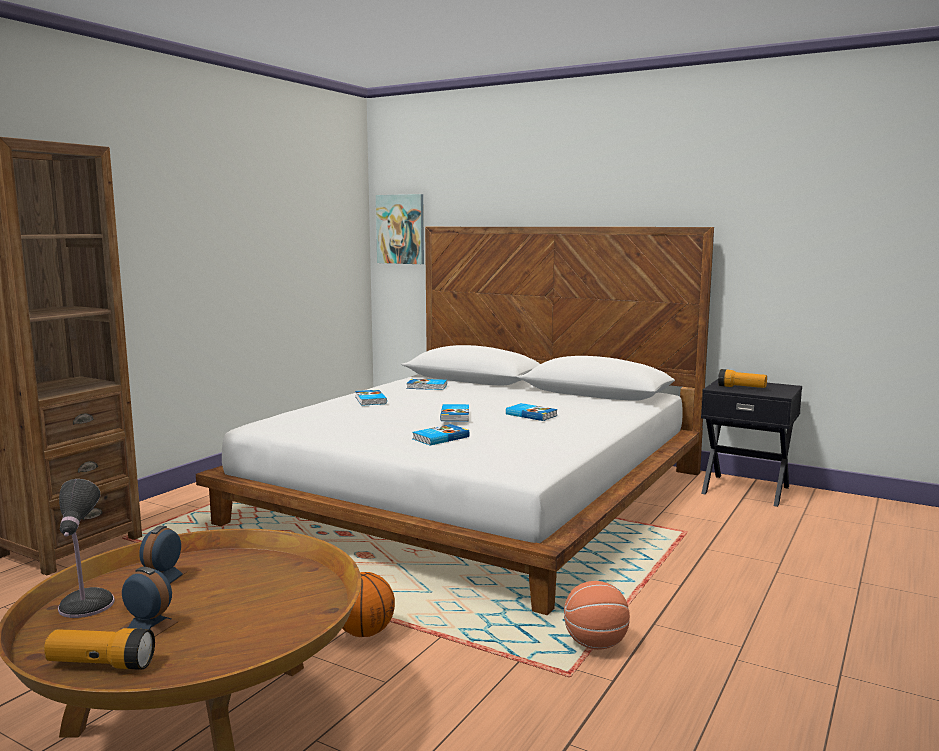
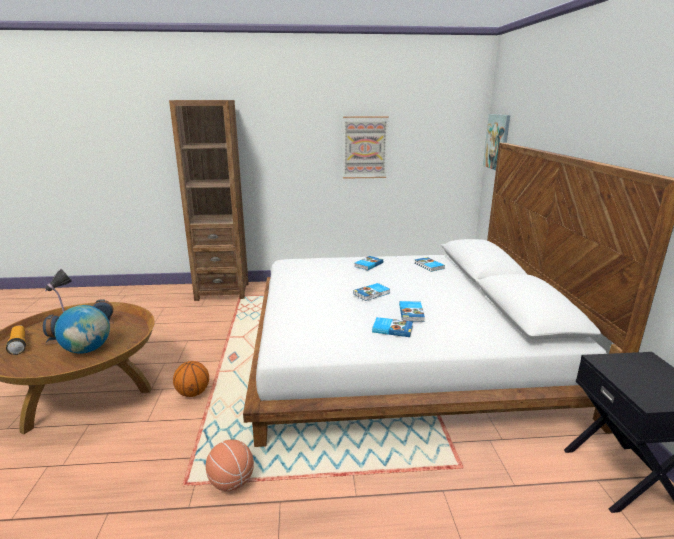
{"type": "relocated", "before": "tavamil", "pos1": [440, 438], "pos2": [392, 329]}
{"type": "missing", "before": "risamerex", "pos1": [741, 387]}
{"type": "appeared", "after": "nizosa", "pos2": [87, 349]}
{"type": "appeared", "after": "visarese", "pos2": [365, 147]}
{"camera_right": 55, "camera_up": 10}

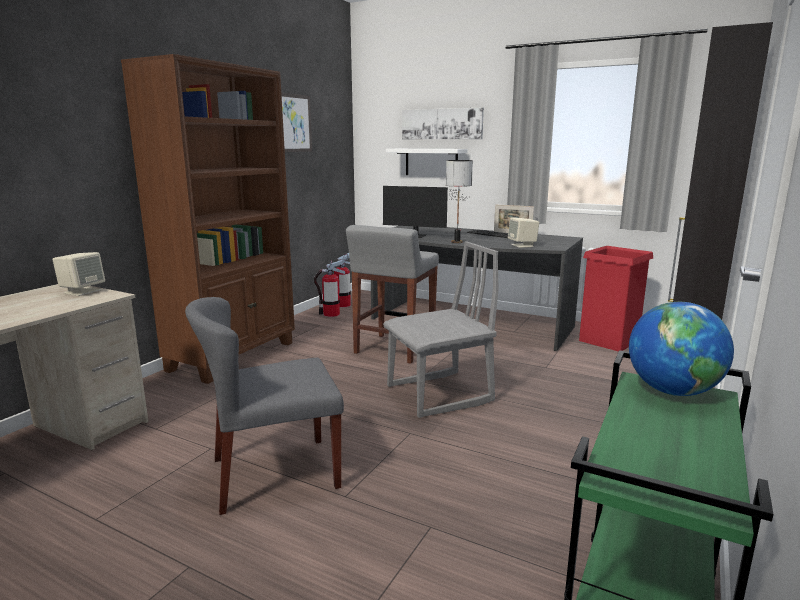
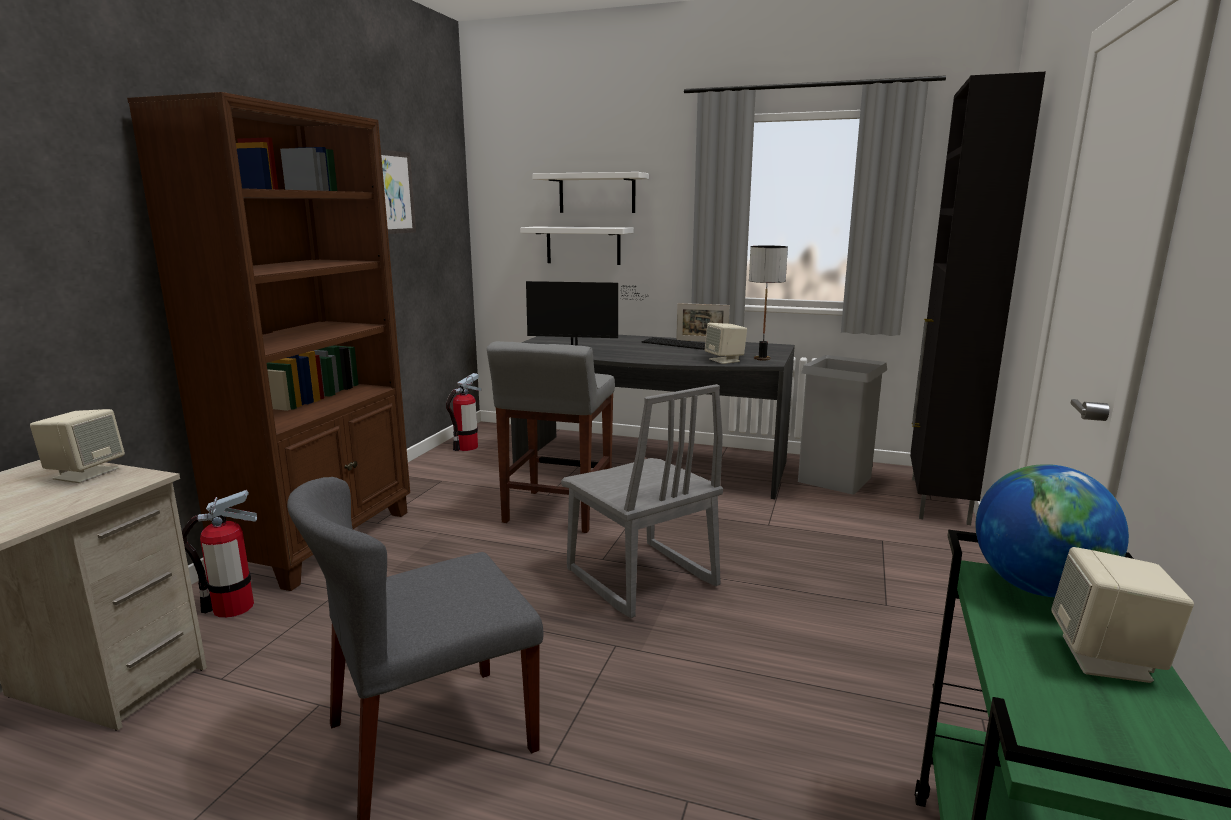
{"type": "relocated", "before": "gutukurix", "pos1": [331, 314], "pos2": [233, 607]}
{"type": "spun", "before": "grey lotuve", "pos1": [439, 394], "pos2": [640, 579], "turn": 90}
{"type": "exchanged", "before": "visarese", "after": "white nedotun", "pos1": [442, 124], "pos2": [597, 193]}
{"type": "relocated", "before": "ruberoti", "pos1": [457, 242], "pos2": [762, 359]}
{"type": "colour", "before": "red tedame", "after": "grey tedame", "pos1": [609, 340], "pos2": [835, 479]}
{"type": "appeared", "after": "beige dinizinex", "pos2": [1107, 659]}
{"camera_right": -10, "camera_up": 0}

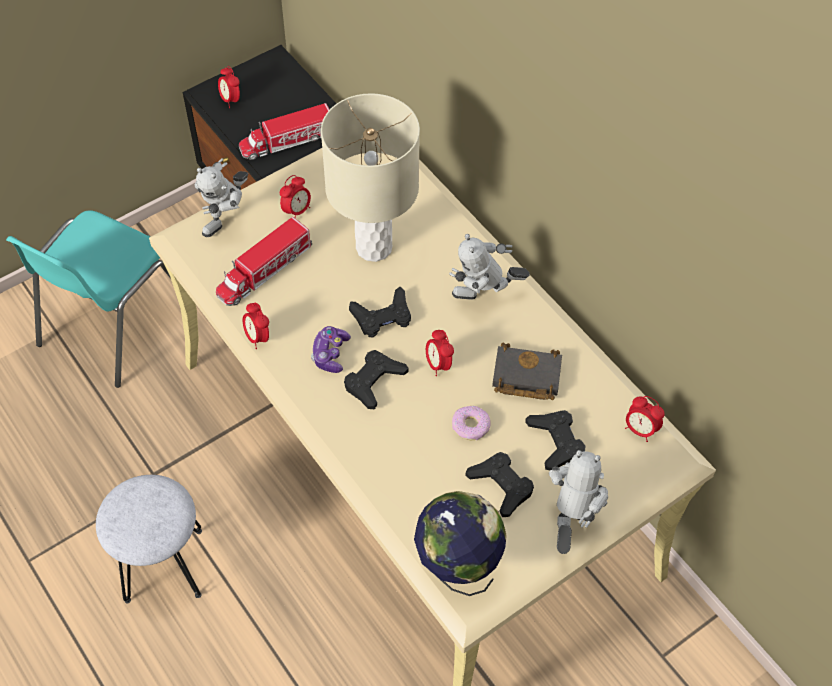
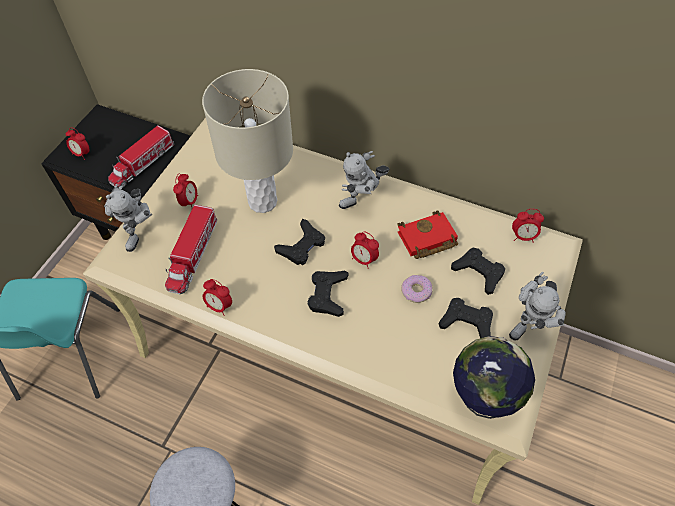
{"type": "missing", "before": "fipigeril", "pos1": [330, 354]}
{"type": "colour", "before": "black tavamil", "after": "red tavamil", "pos1": [524, 377], "pos2": [426, 239]}
{"type": "spun", "before": "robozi", "pos1": [570, 524], "pos2": [529, 324], "turn": -135}
{"camera_right": -30, "camera_up": 0}

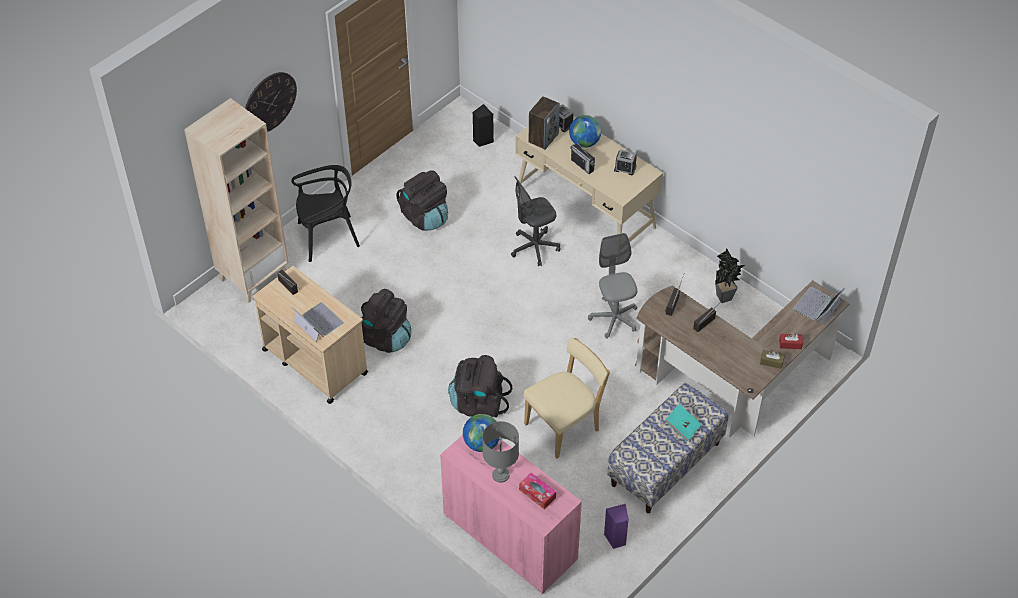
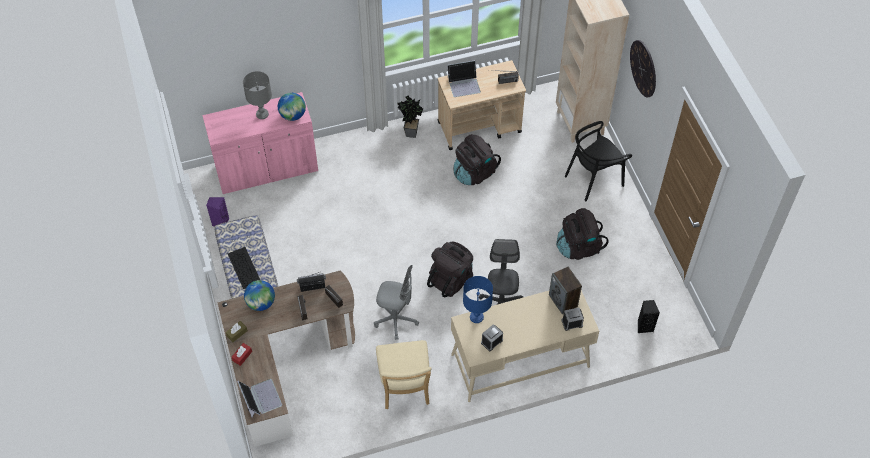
{"type": "spun", "before": "black lotuve", "pos1": [328, 237], "pos2": [593, 179], "turn": 45}
{"type": "relocated", "before": "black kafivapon", "pos1": [478, 403], "pos2": [451, 279]}
{"type": "missing", "before": "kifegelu", "pos1": [537, 493]}
{"type": "relocated", "before": "beige lotuve", "pos1": [565, 426], "pos2": [404, 388]}
{"type": "relocated", "before": "nizosa", "pos1": [584, 142], "pos2": [261, 303]}
{"type": "relocated", "before": "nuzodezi", "pos1": [582, 165], "pos2": [312, 287]}
{"type": "exchanged", "before": "turquoise tavamil", "after": "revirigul", "pos1": [682, 427], "pos2": [243, 267]}
{"type": "relocated", "before": "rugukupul", "pos1": [724, 299], "pos2": [409, 132]}
{"type": "appeared", "after": "blue ruberoti", "pos2": [476, 317]}
{"camera_right": 120, "camera_up": 5}

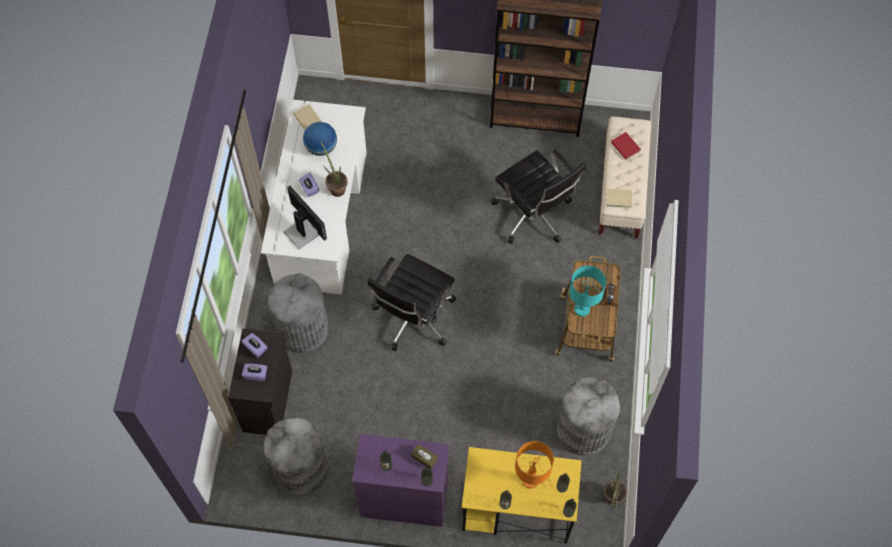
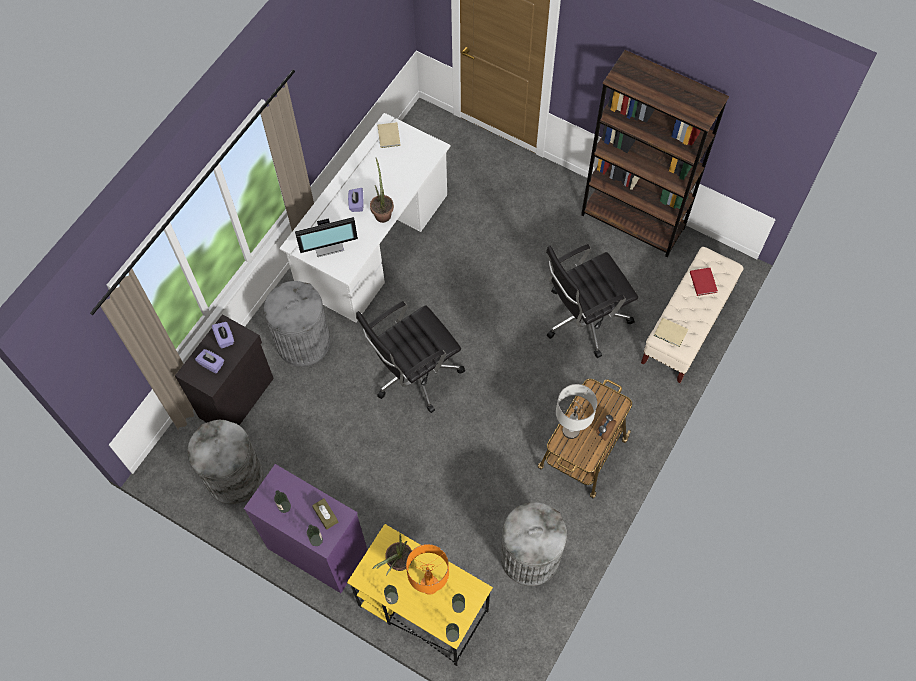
{"type": "spun", "before": "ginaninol", "pos1": [302, 232], "pos2": [328, 244], "turn": 90}
{"type": "missing", "before": "nizosa", "pos1": [321, 147]}
{"type": "spun", "before": "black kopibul", "pos1": [533, 215], "pos2": [583, 318], "turn": 75}
{"type": "colour", "before": "turquoise ruberoti", "after": "grey ruberoti", "pos1": [581, 309], "pos2": [570, 430]}
{"type": "relocated", "before": "rugukupul", "pos1": [612, 500], "pos2": [397, 565]}
{"camera_right": 25, "camera_up": 0}

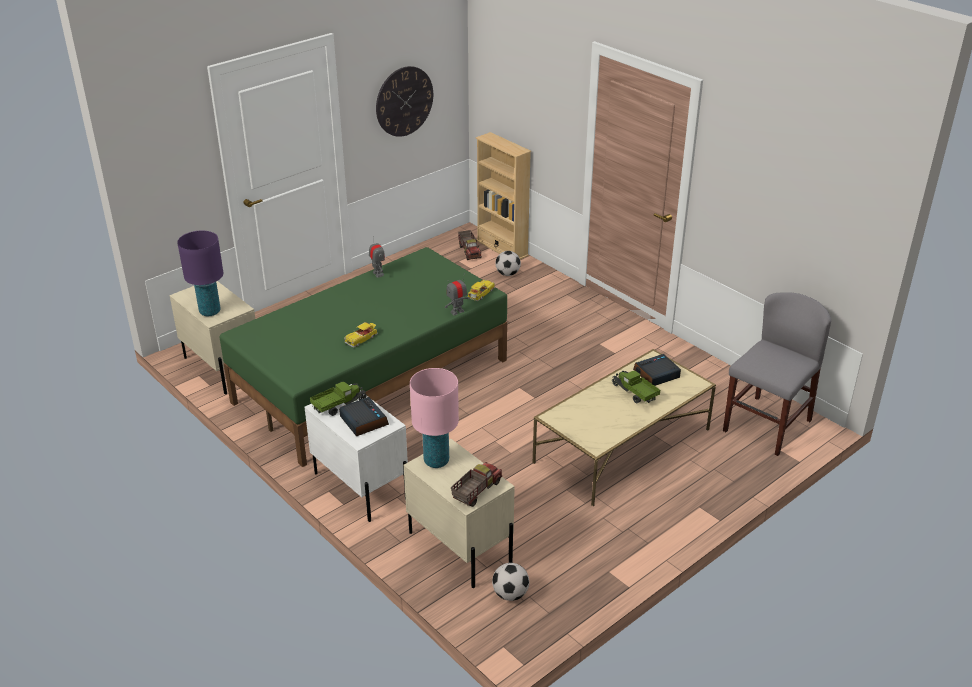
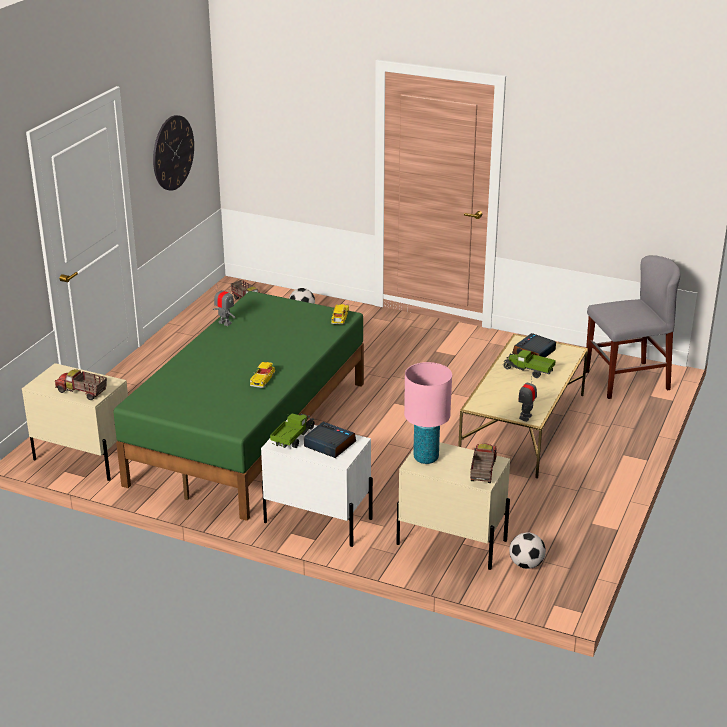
{"type": "exchanged", "before": "purple ruberoti", "after": "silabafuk", "pos1": [210, 311], "pos2": [82, 392]}
{"type": "relocated", "before": "robozi", "pos1": [457, 312], "pos2": [526, 417]}
{"type": "missing", "before": "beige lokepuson", "pos1": [502, 248]}
{"type": "spun", "before": "grey lotuve", "pos1": [767, 425], "pos2": [626, 380], "turn": 60}
{"camera_right": -25, "camera_up": -5}

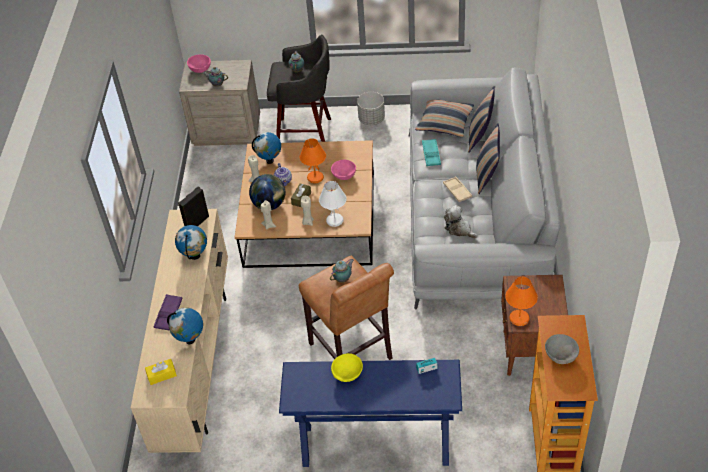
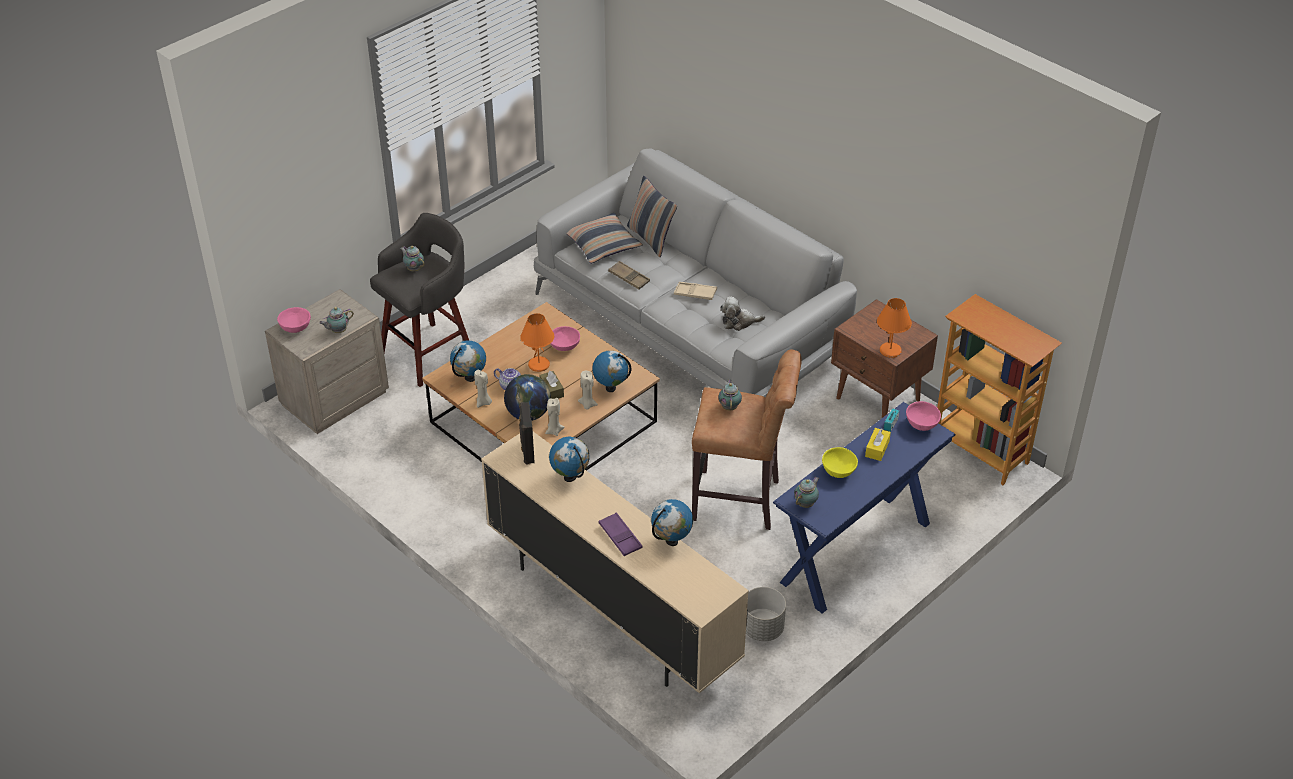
{"type": "relocated", "before": "yellow kifegelu", "pos1": [162, 375], "pos2": [877, 449]}
{"type": "exchanged", "before": "white ruberoti", "after": "nizosa", "pos1": [334, 220], "pos2": [610, 388]}
{"type": "relocated", "before": "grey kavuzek", "pos1": [371, 119], "pos2": [762, 628]}
{"type": "colour", "before": "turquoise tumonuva", "after": "brown tumonuva", "pos1": [431, 154], "pos2": [629, 278]}
{"type": "missing", "before": "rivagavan", "pos1": [487, 176]}
{"type": "missing", "before": "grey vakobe", "pos1": [561, 356]}
{"type": "appeared", "after": "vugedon", "pos2": [806, 503]}
{"type": "appeared", "after": "pink vakobe", "pos2": [922, 424]}
{"camera_right": -50, "camera_up": -5}

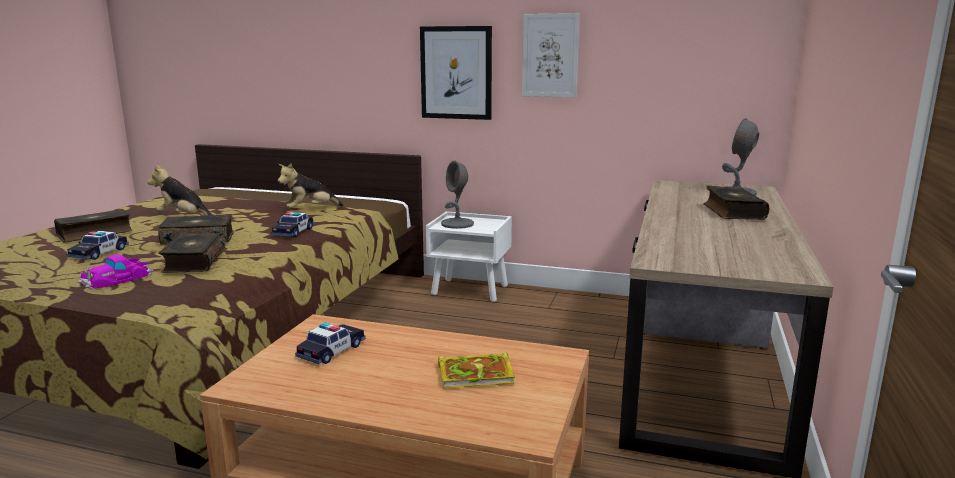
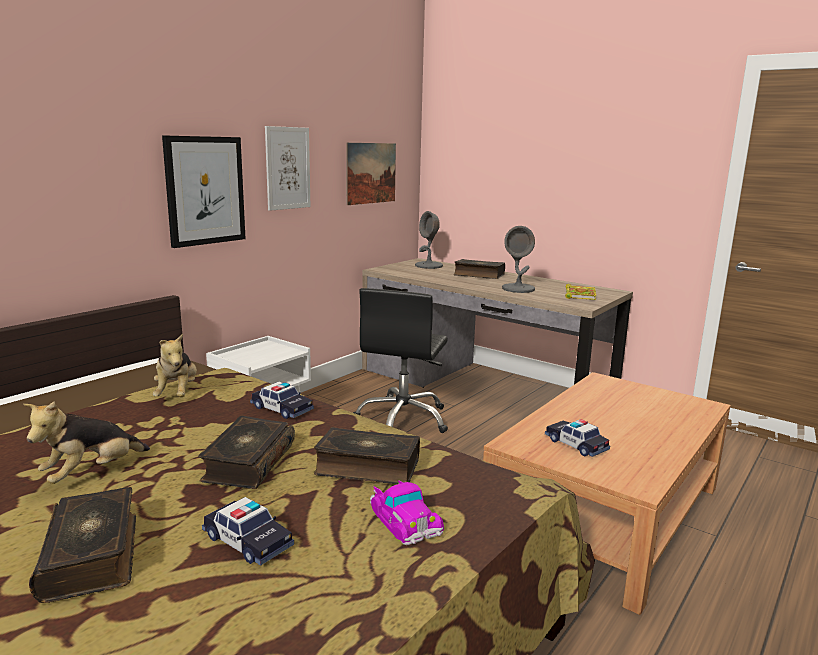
{"type": "relocated", "before": "tavamil", "pos1": [477, 374], "pos2": [579, 295]}
{"type": "relocated", "before": "grey ruberoti", "pos1": [457, 224], "pos2": [518, 289]}
{"type": "appeared", "after": "visarese", "pos2": [371, 173]}
{"type": "appeared", "after": "black kopibul", "pos2": [403, 419]}
{"camera_right": -70, "camera_up": 0}

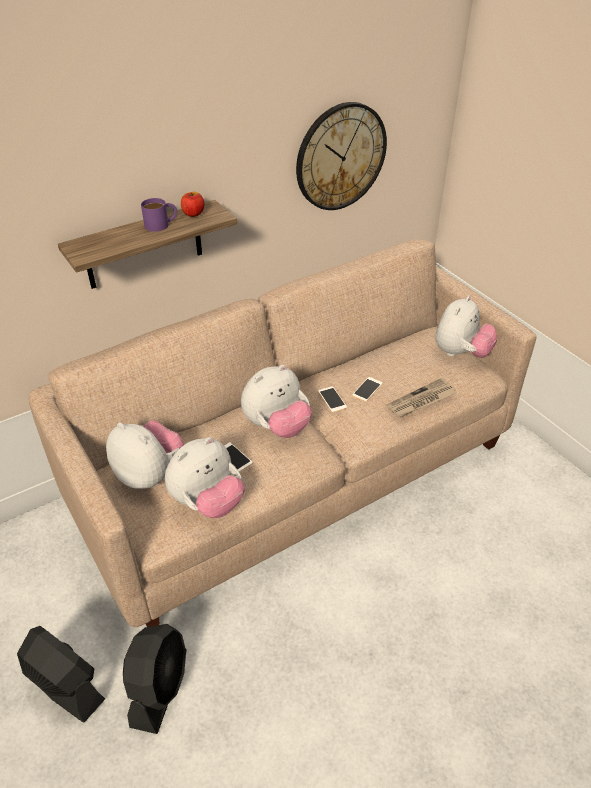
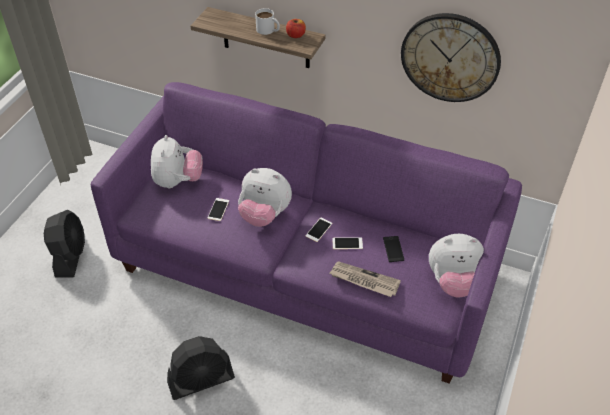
{"type": "colour", "before": "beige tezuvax", "after": "purple tezuvax", "pos1": [295, 472], "pos2": [306, 269]}
{"type": "relocated", "before": "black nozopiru", "pos1": [159, 687], "pos2": [201, 380]}
{"type": "colour", "before": "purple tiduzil", "after": "white tiduzil", "pos1": [161, 224], "pos2": [268, 30]}
{"type": "missing", "before": "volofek", "pos1": [208, 502]}
{"type": "appeared", "after": "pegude", "pos2": [393, 249]}
{"camera_right": 55, "camera_up": 5}

